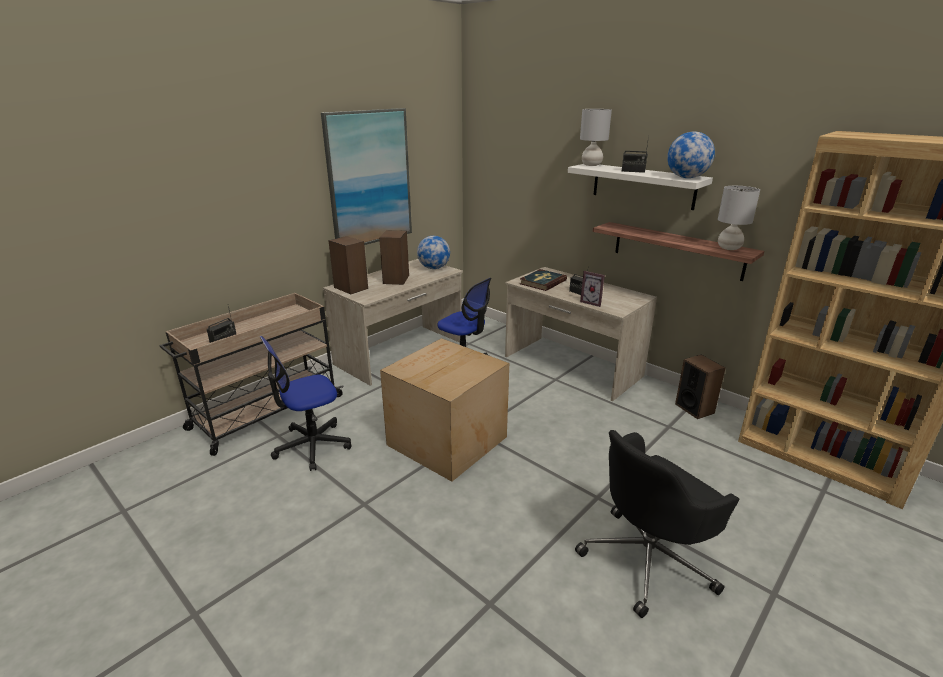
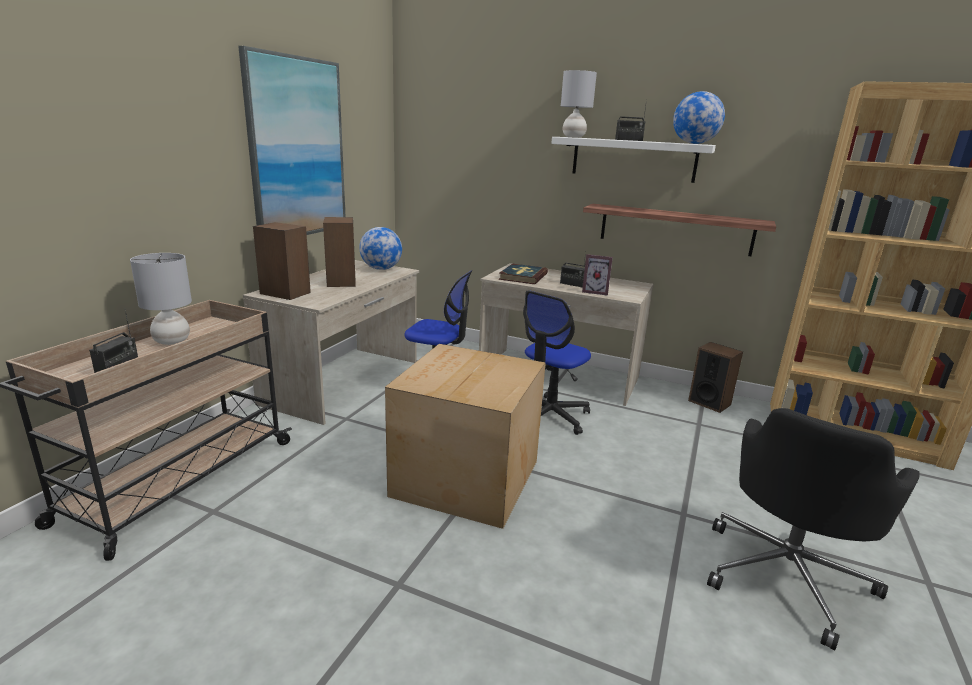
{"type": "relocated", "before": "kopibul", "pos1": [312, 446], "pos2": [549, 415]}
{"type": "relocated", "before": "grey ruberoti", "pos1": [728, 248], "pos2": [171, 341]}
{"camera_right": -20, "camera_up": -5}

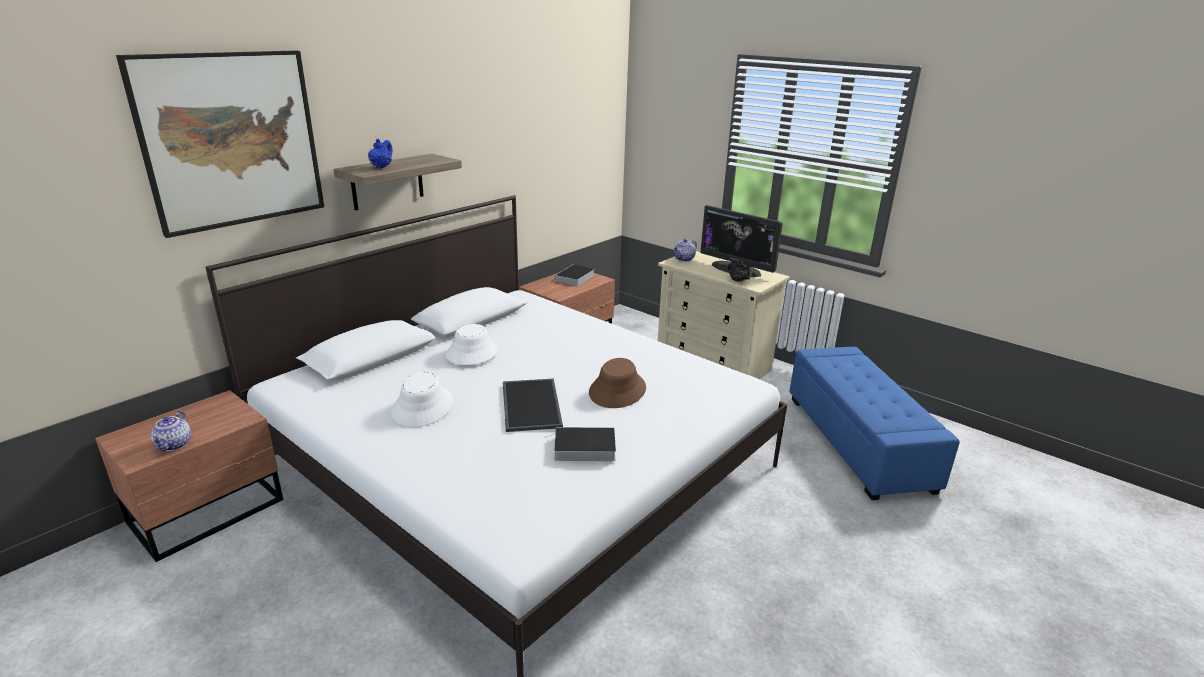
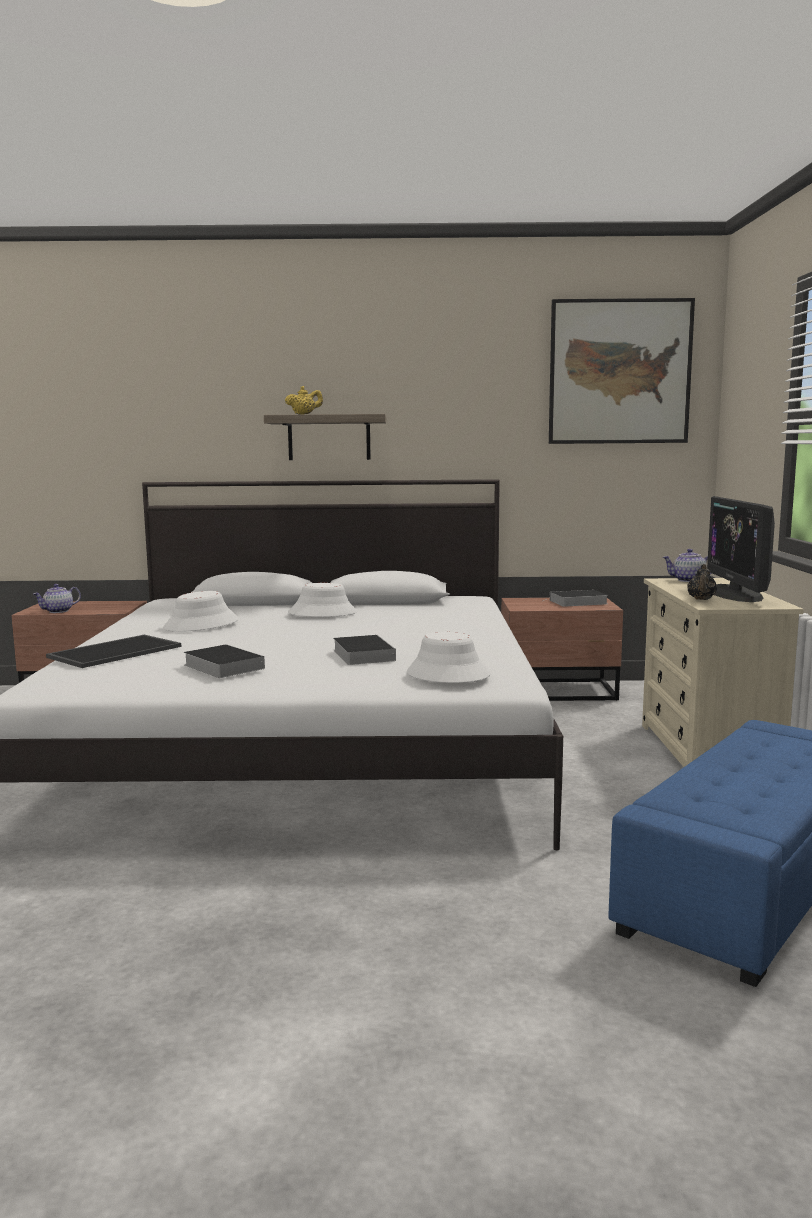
{"type": "relocated", "before": "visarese", "pos1": [232, 140], "pos2": [619, 372]}
{"type": "colour", "before": "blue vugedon", "after": "yellow vugedon", "pos1": [381, 167], "pos2": [304, 414]}
{"type": "relocated", "before": "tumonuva", "pos1": [529, 404], "pos2": [115, 651]}
{"type": "exchanged", "before": "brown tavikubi", "after": "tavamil", "pos1": [617, 390], "pos2": [362, 654]}
{"type": "appeared", "after": "white tavikubi", "pos2": [447, 674]}
{"camera_right": 50, "camera_up": -15}

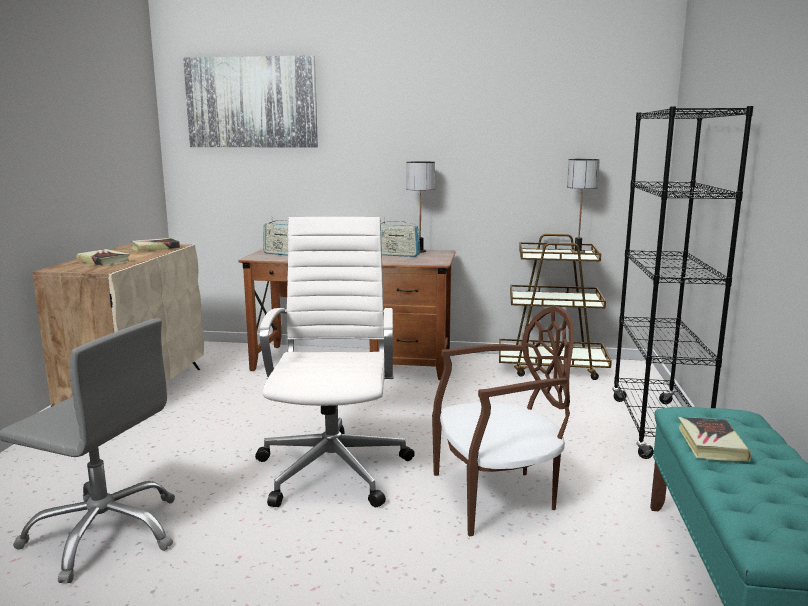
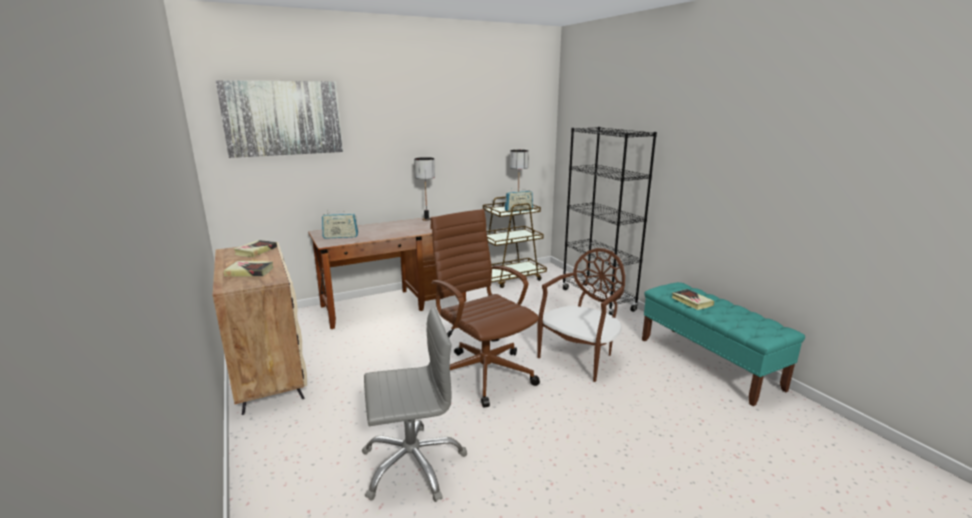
{"type": "colour", "before": "white kopibul", "after": "brown kopibul", "pos1": [334, 467], "pos2": [483, 373]}
{"type": "relocated", "before": "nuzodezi", "pos1": [397, 255], "pos2": [518, 210]}
{"camera_right": -35, "camera_up": 5}

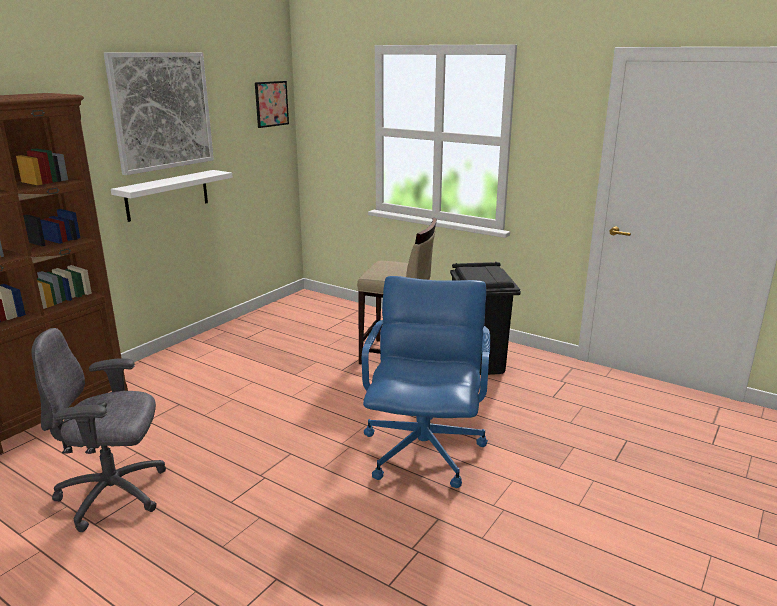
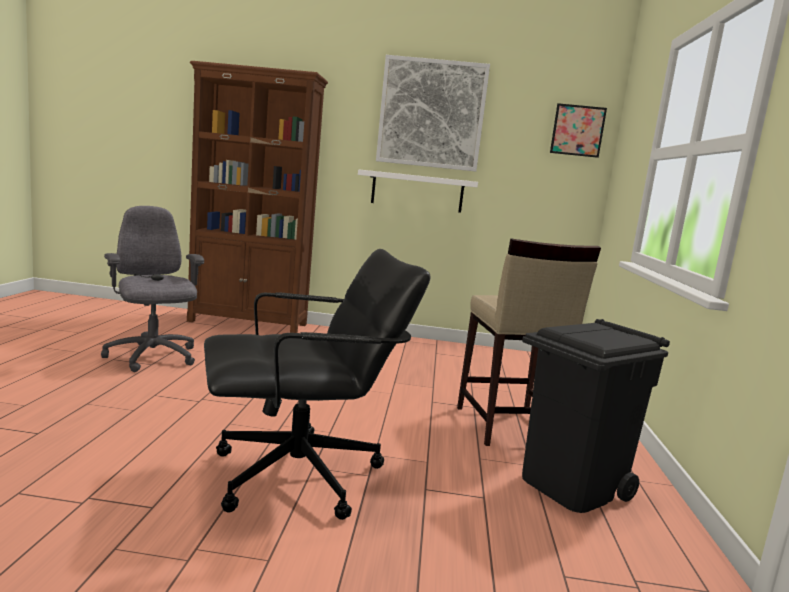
{"type": "colour", "before": "blue kopibul", "after": "black kopibul", "pos1": [424, 451], "pos2": [300, 476]}
{"camera_right": 60, "camera_up": -10}

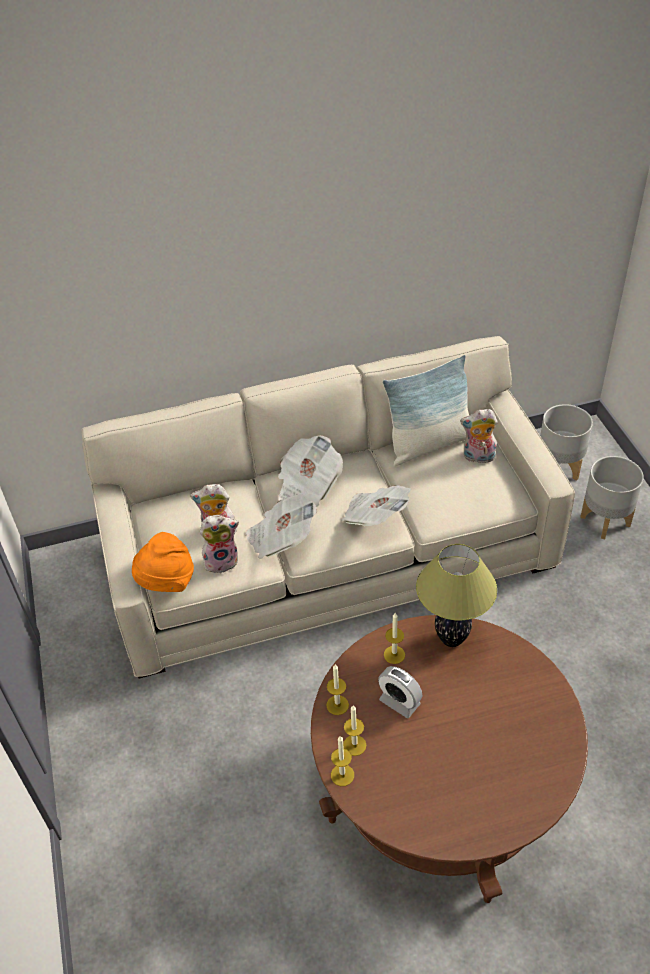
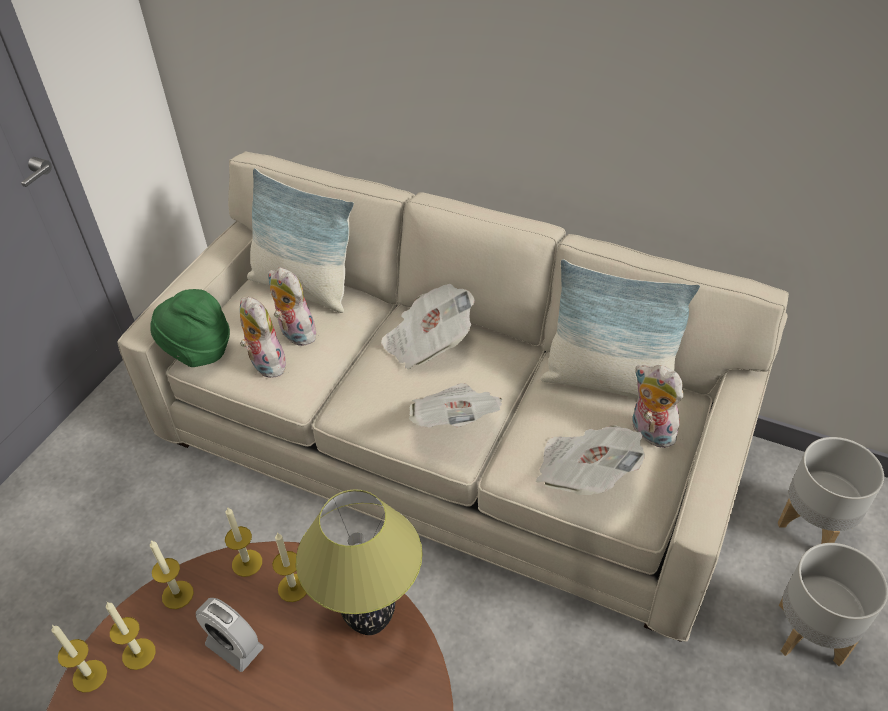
{"type": "colour", "before": "orange tavikubi", "after": "green tavikubi", "pos1": [167, 582], "pos2": [198, 351]}
{"type": "spun", "before": "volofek", "pos1": [222, 560], "pos2": [265, 364], "turn": -150}
{"type": "relocated", "before": "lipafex", "pos1": [281, 538], "pos2": [584, 474]}
{"type": "spun", "before": "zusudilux", "pos1": [399, 702], "pos2": [234, 646], "turn": -45}
{"type": "appeared", "after": "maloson", "pos2": [247, 563]}
{"type": "appeared", "after": "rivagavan", "pos2": [303, 287]}
{"camera_right": 40, "camera_up": 0}

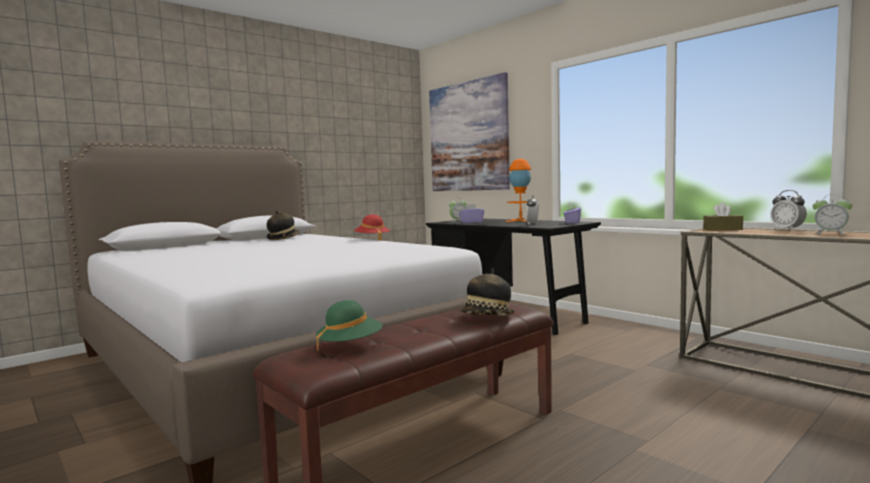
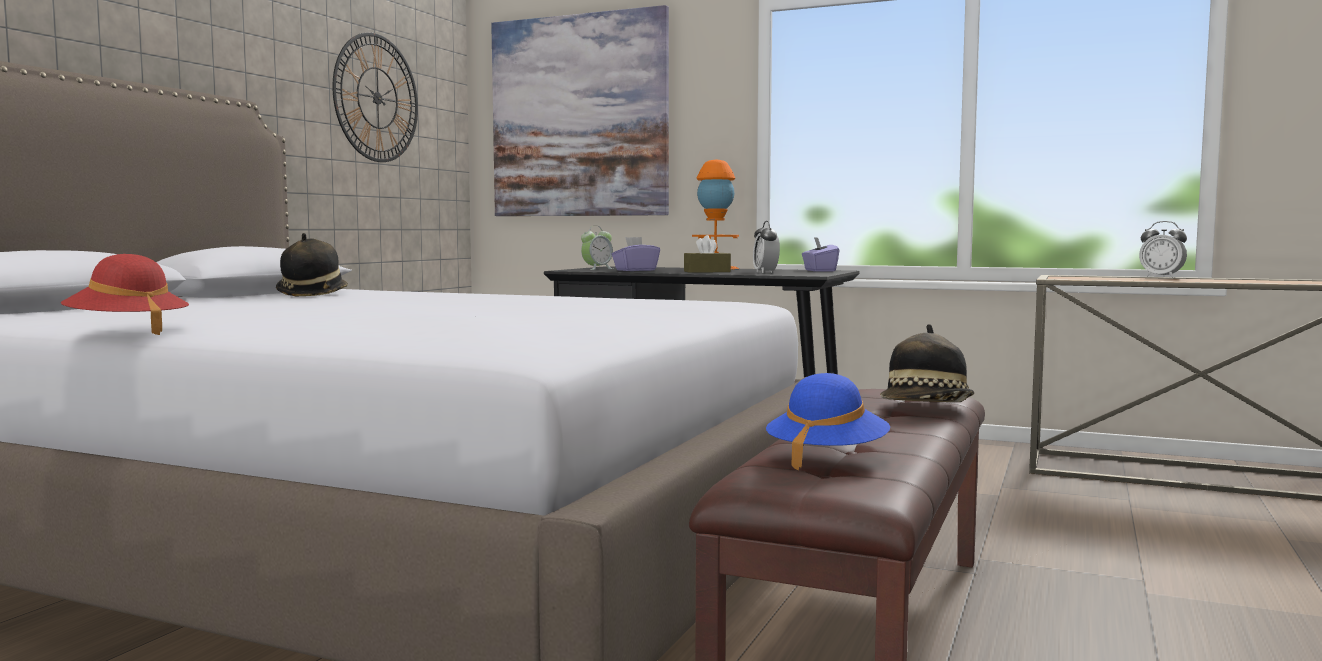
{"type": "colour", "before": "green tavikubi", "after": "blue tavikubi", "pos1": [350, 346], "pos2": [826, 457]}
{"type": "relocated", "before": "red tavikubi", "pos1": [372, 239], "pos2": [127, 331]}
{"type": "relocated", "before": "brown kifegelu", "pos1": [722, 229], "pos2": [707, 271]}
{"type": "missing", "before": "zusudilux", "pos1": [830, 233]}
{"type": "appeared", "after": "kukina", "pos2": [377, 98]}
{"camera_right": -25, "camera_up": 0}

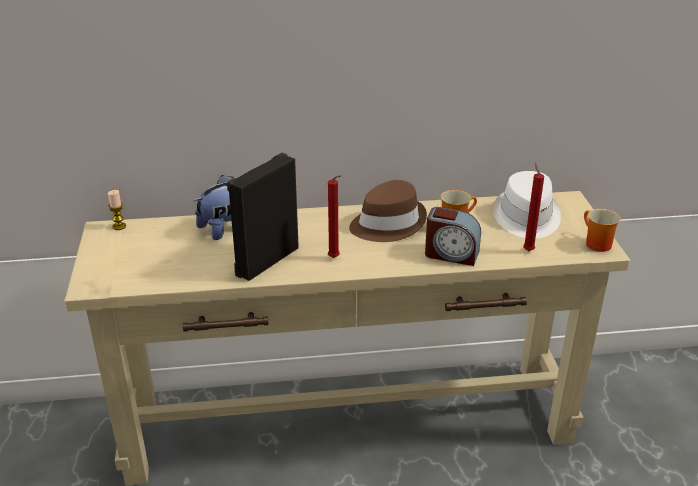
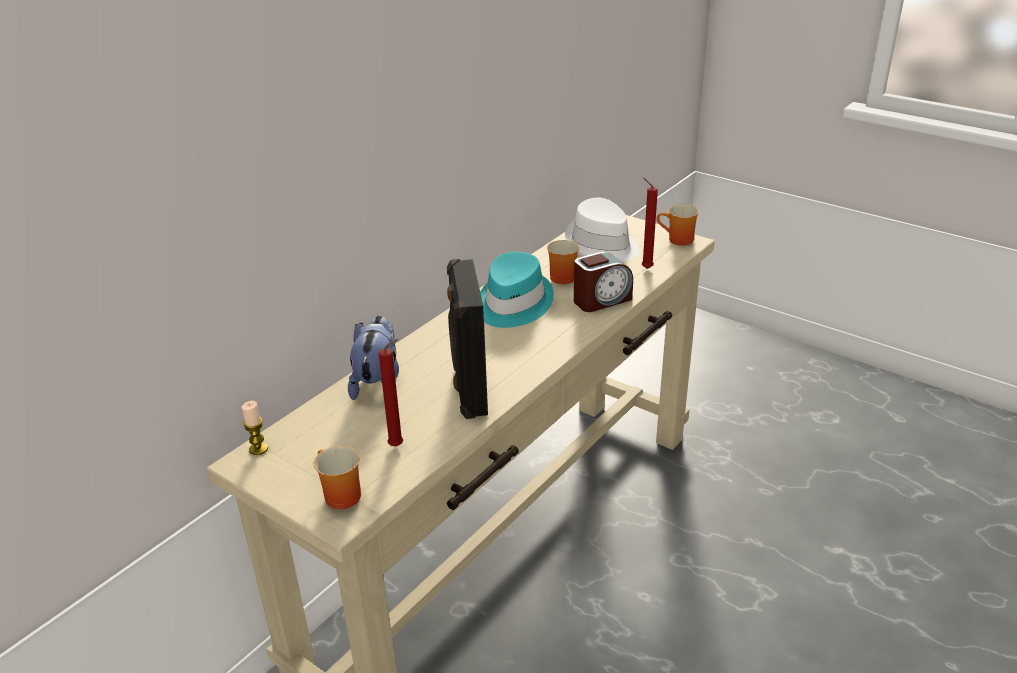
{"type": "relocated", "before": "red maloson", "pos1": [335, 258], "pos2": [398, 446]}
{"type": "colour", "before": "brown tavikubi", "after": "turquoise tavikubi", "pos1": [387, 224], "pos2": [512, 304]}
{"type": "appeared", "after": "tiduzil", "pos2": [338, 496]}
{"camera_right": -45, "camera_up": 0}

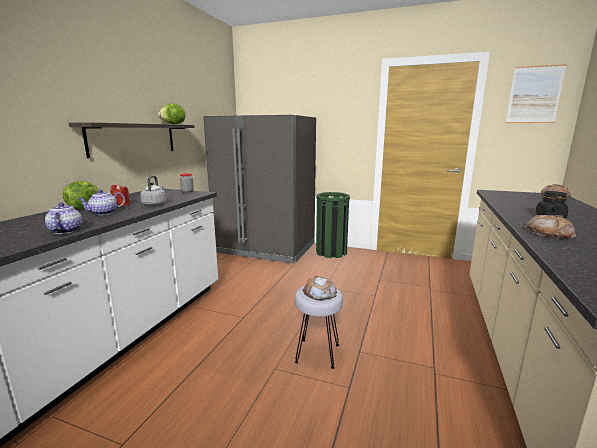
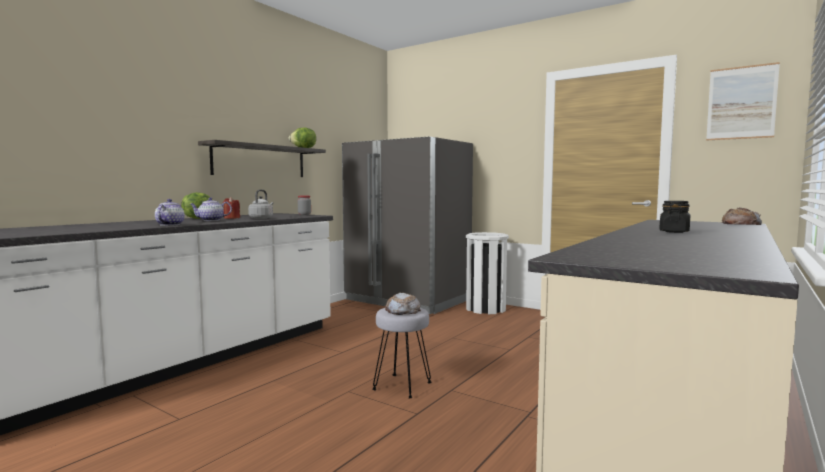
{"type": "colour", "before": "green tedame", "after": "white tedame", "pos1": [331, 252], "pos2": [486, 309]}
{"type": "missing", "before": "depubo", "pos1": [549, 233]}
{"camera_right": 15, "camera_up": -10}

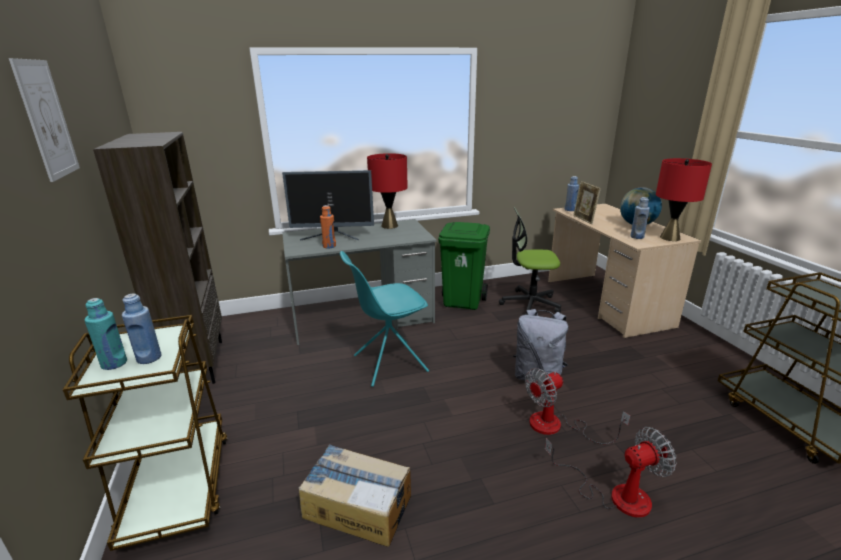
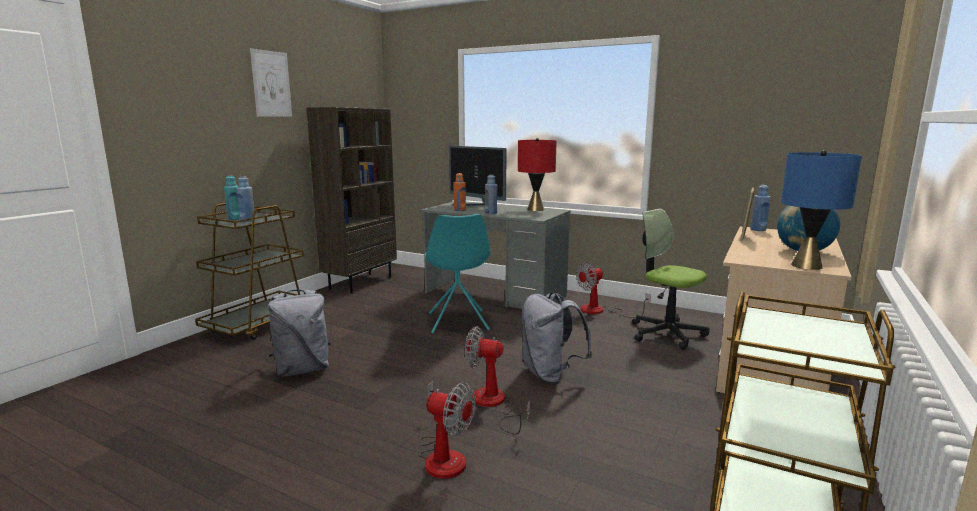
{"type": "exchanged", "before": "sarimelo", "after": "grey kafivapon", "pos1": [357, 505], "pos2": [302, 369]}
{"type": "spun", "before": "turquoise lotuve", "pos1": [388, 364], "pos2": [458, 322], "turn": -120}
{"type": "exchanged", "before": "green tedame", "after": "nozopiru", "pos1": [463, 302], "pos2": [600, 311]}
{"type": "relocated", "before": "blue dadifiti", "pos1": [637, 237], "pos2": [491, 213]}
{"type": "colour", "before": "red ruberoti", "after": "blue ruberoti", "pos1": [670, 238], "pos2": [806, 266]}
{"camera_right": 45, "camera_up": -10}

